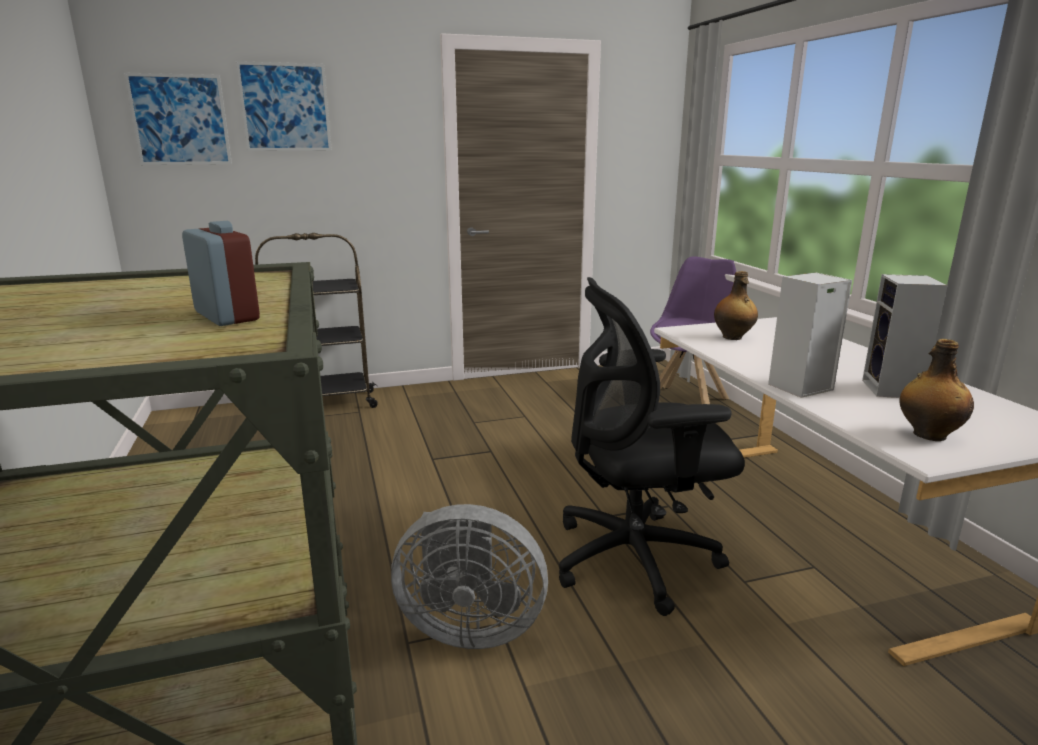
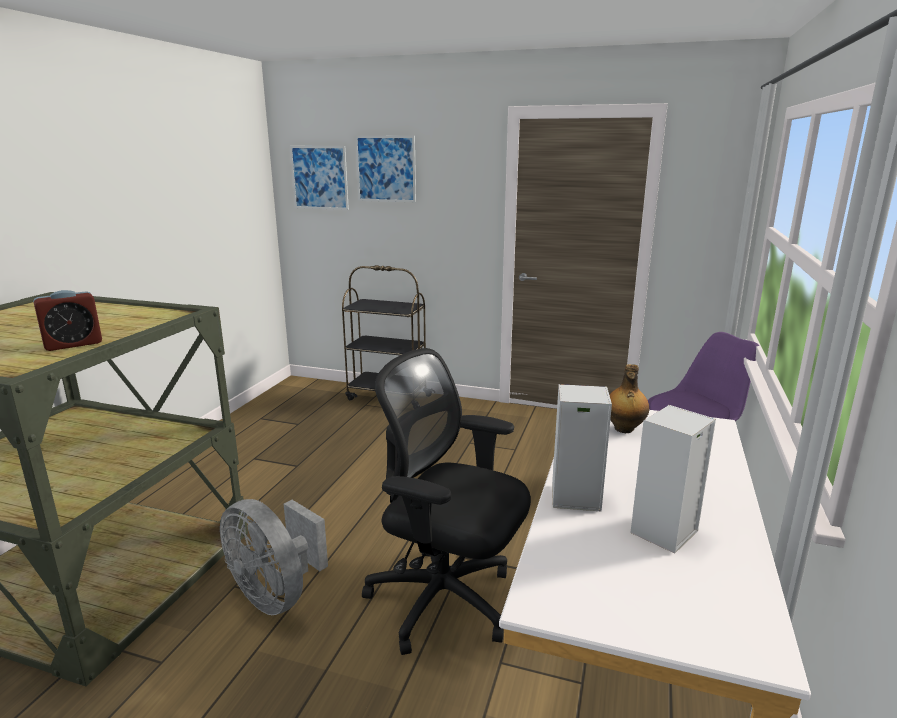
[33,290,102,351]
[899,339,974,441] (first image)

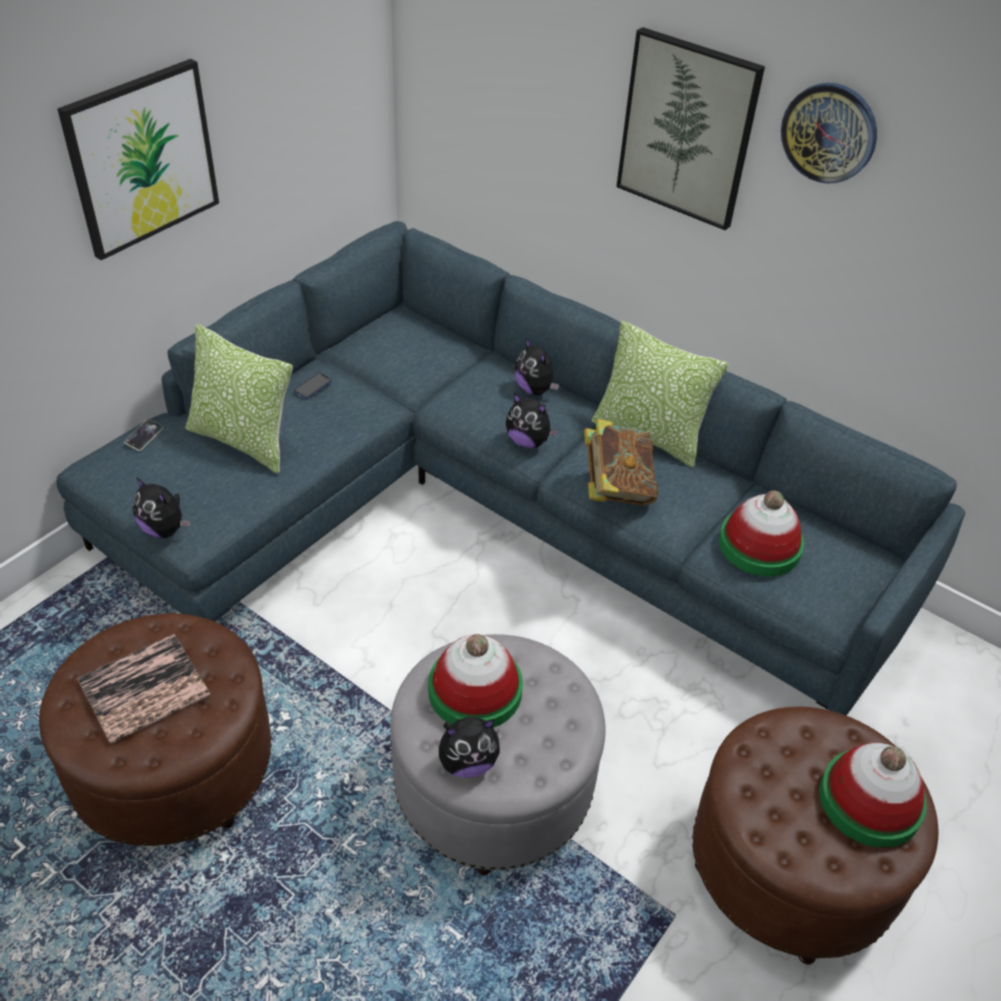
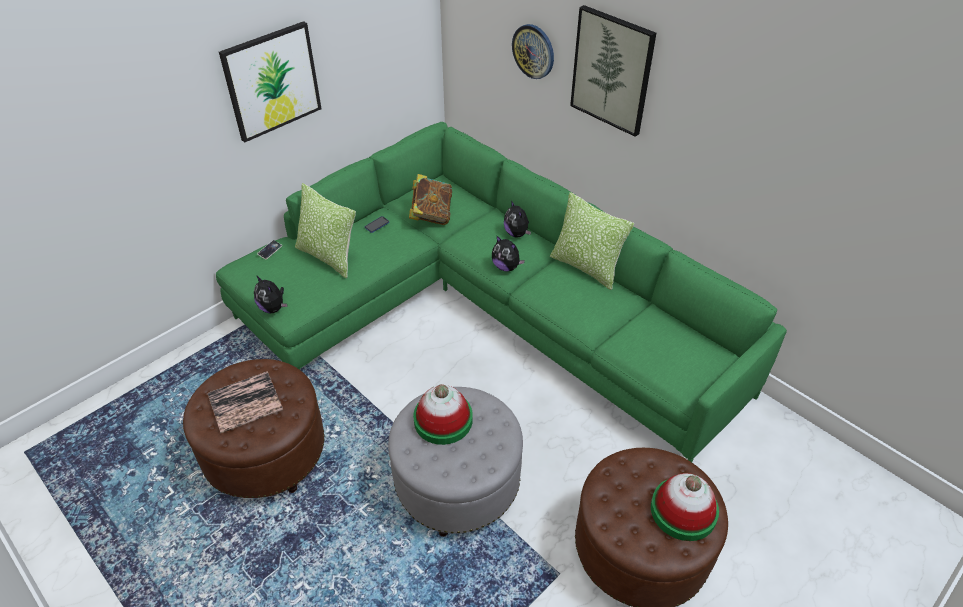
[512,24,554,79]
[216,122,787,462]
[409,174,452,225]
[719,491,804,577] (first image)
[439,717,500,778] (first image)

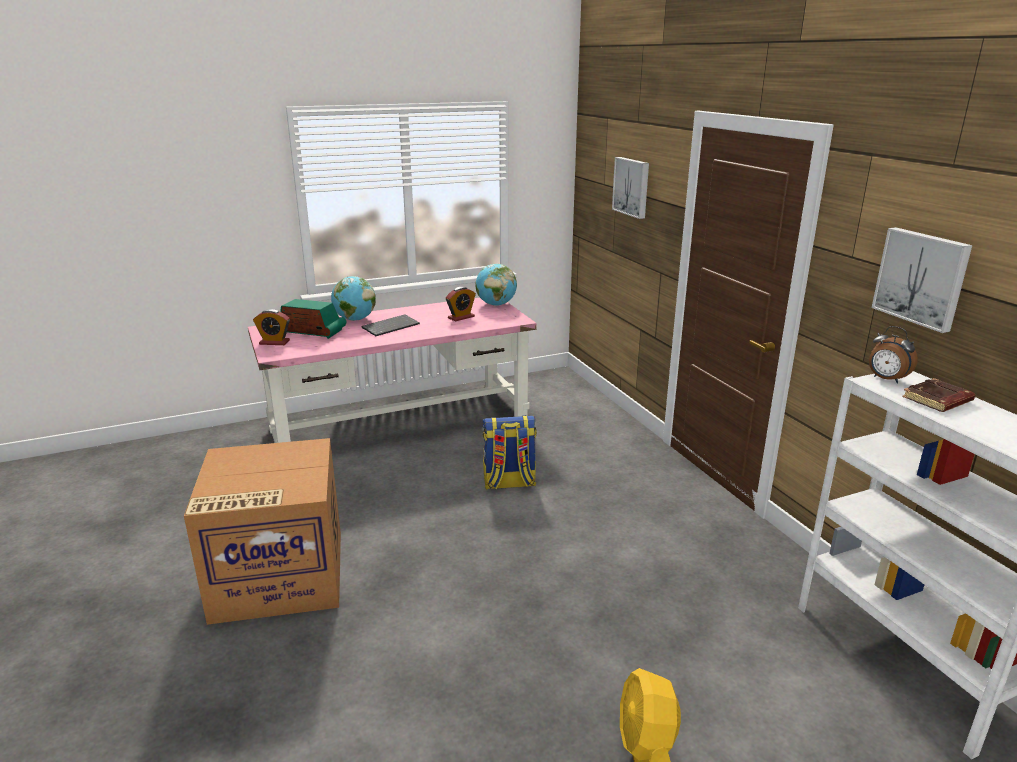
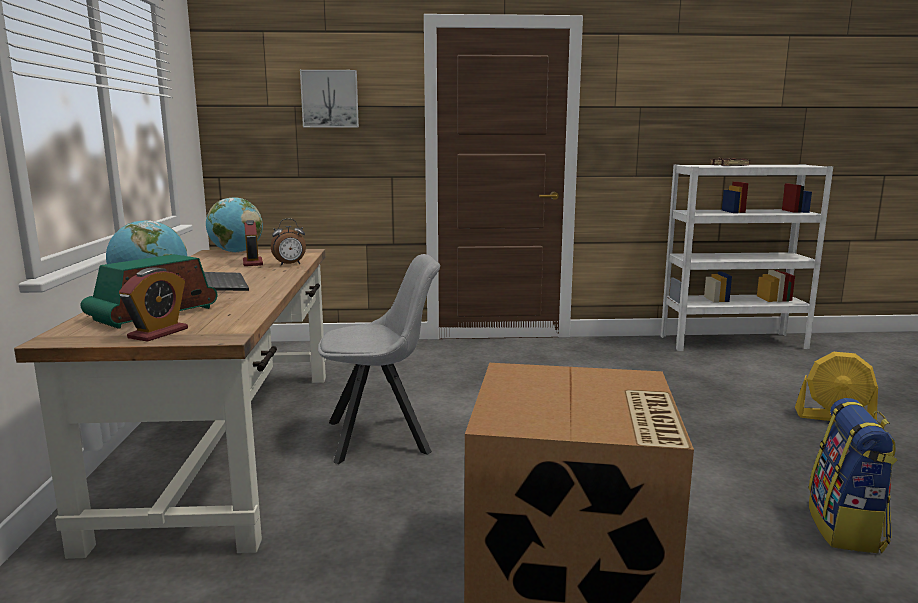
[872,227,972,333] (first image)
[14,249,326,559]
[271,219,306,266]
[809,398,897,553]
[318,254,440,464]

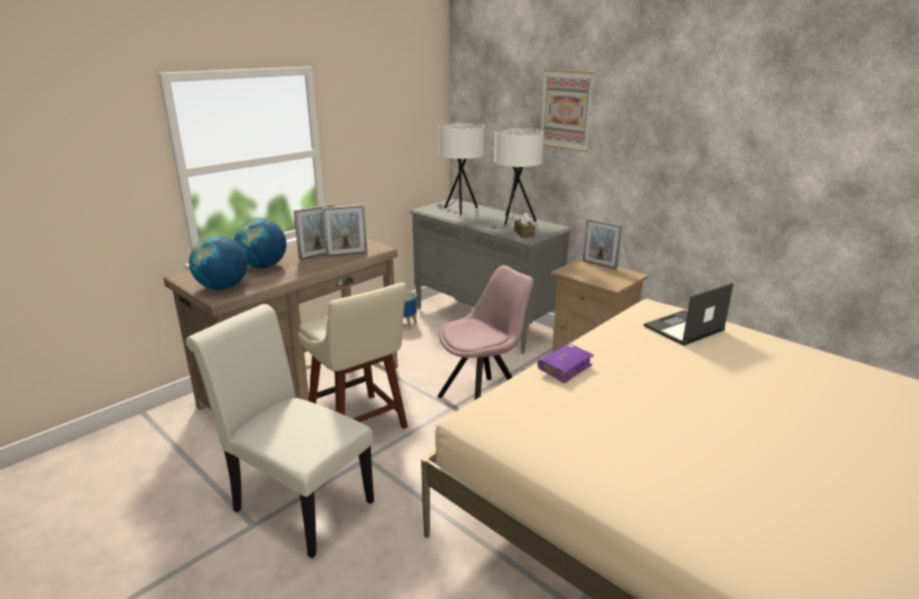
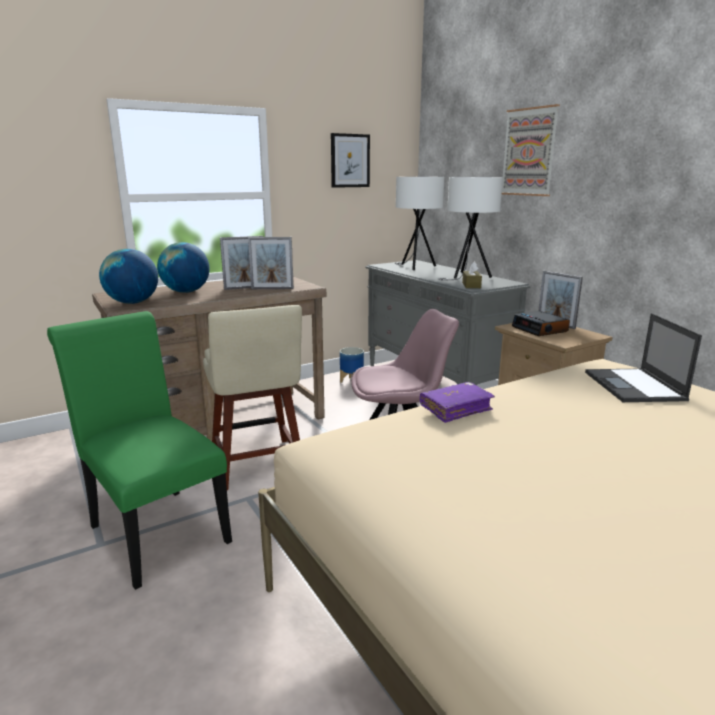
[585,313,702,402]
[47,311,232,590]
[331,133,370,188]
[512,311,570,336]

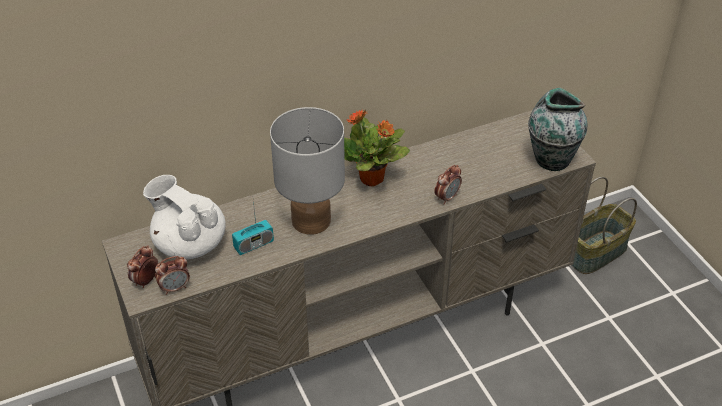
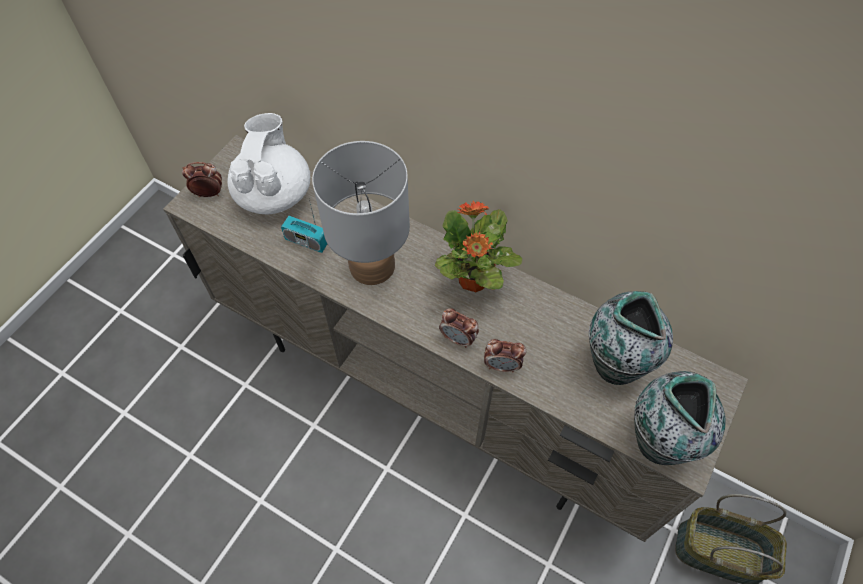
[439,308,479,348]
[589,291,673,385]

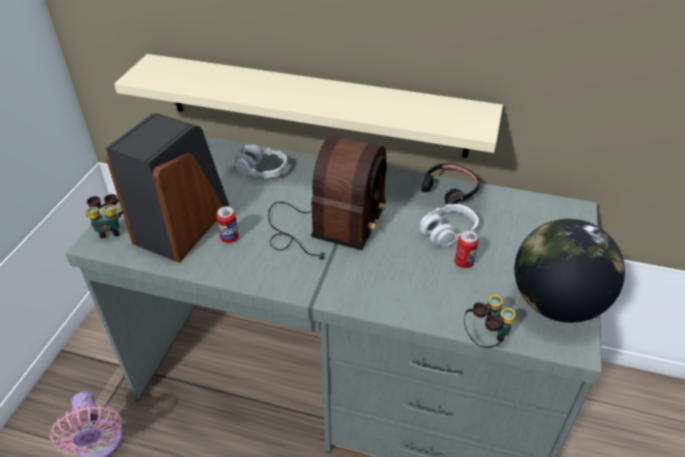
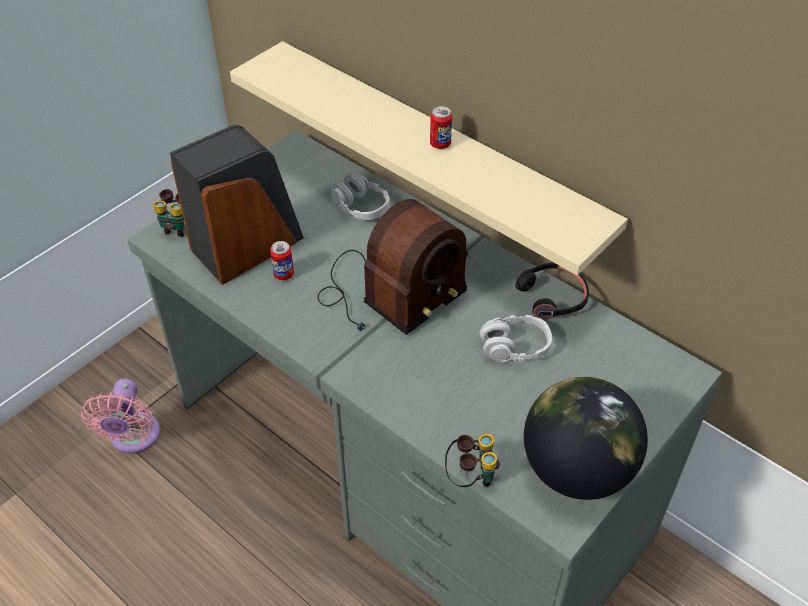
[430,106,452,149]

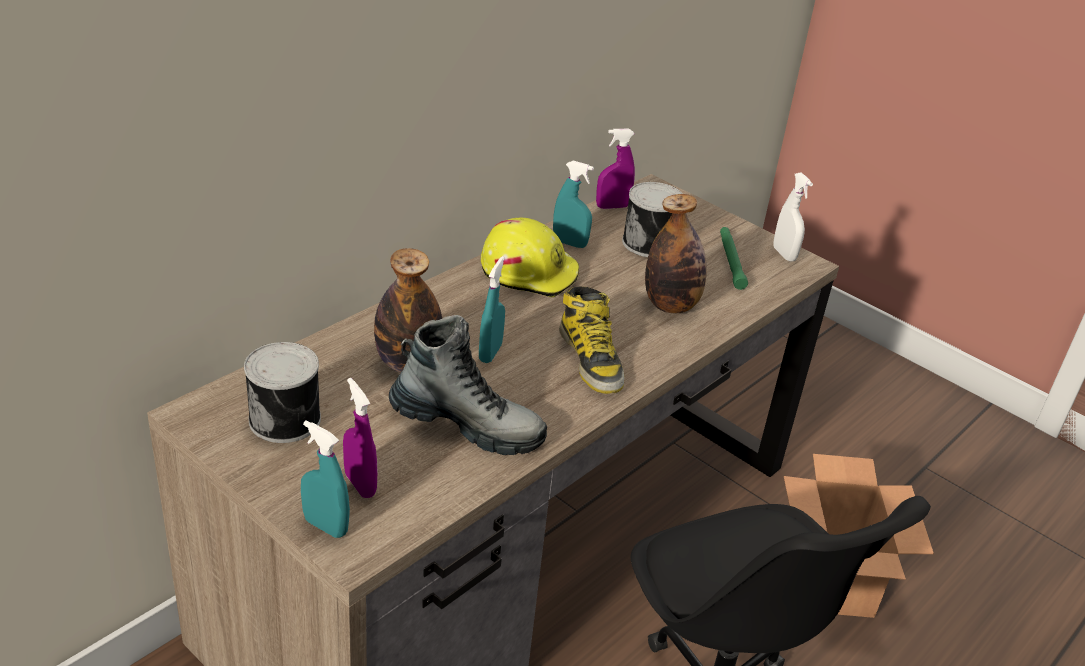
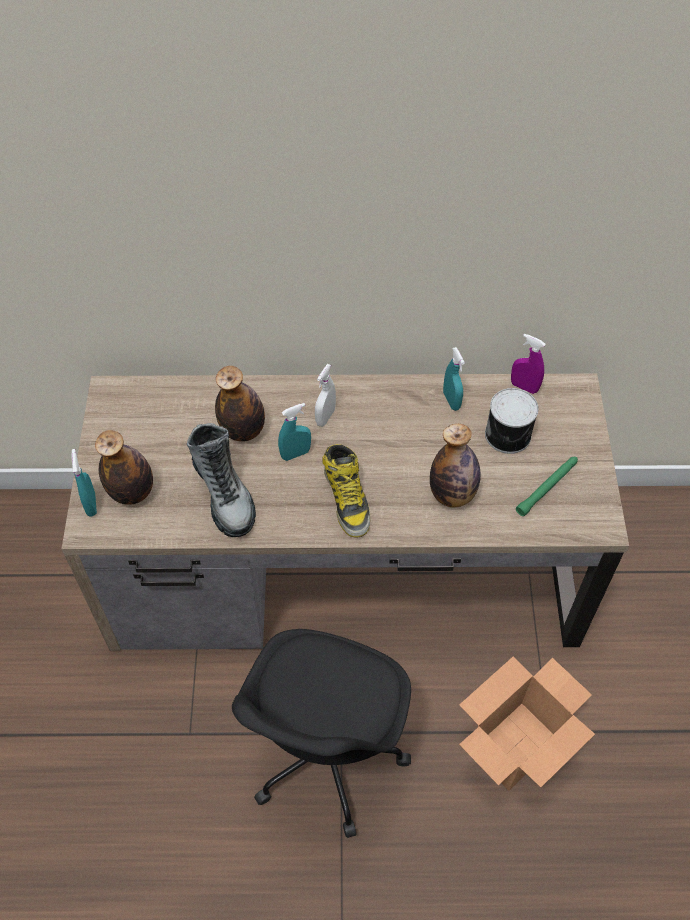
[315,364,336,427]
[481,218,579,297] (first image)
[323,444,370,537]
[244,342,321,443] (first image)
[95,430,153,505]

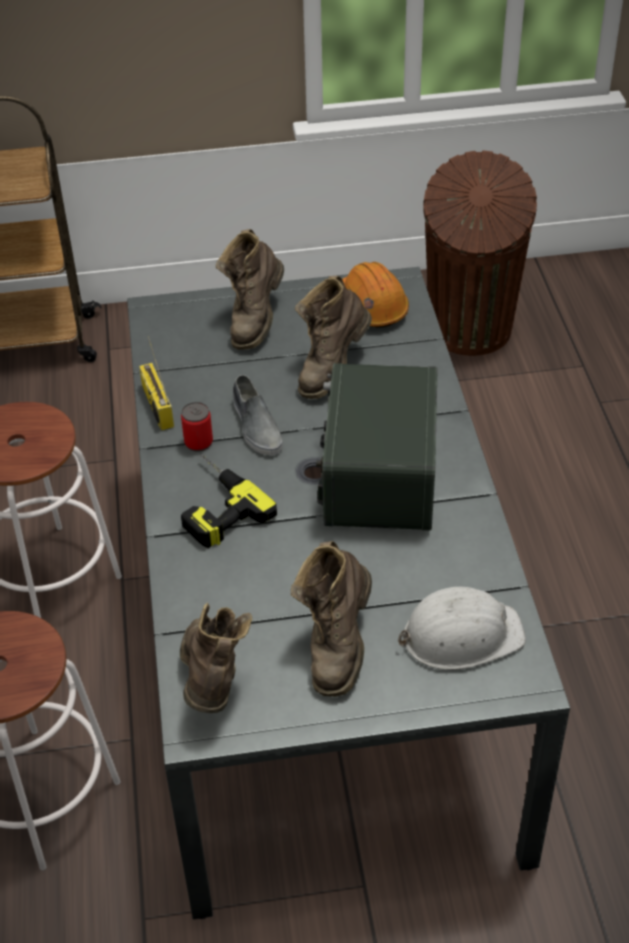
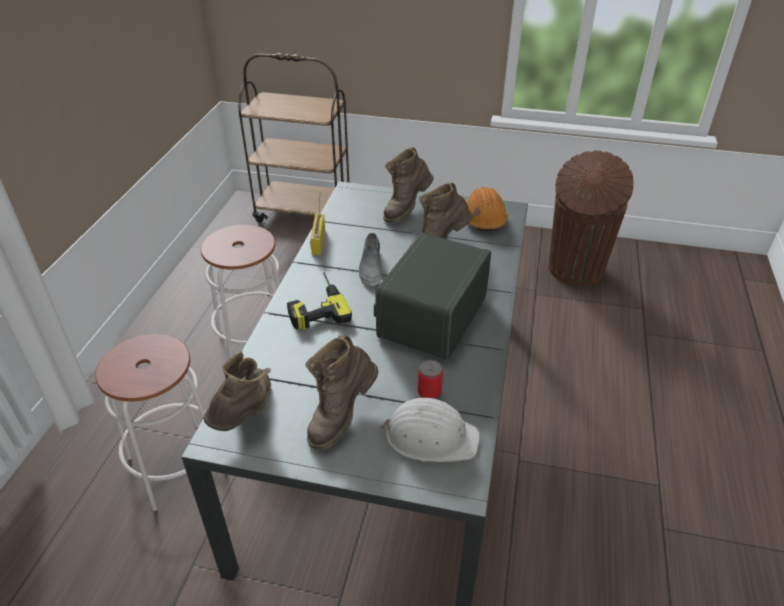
[418,360,443,399]

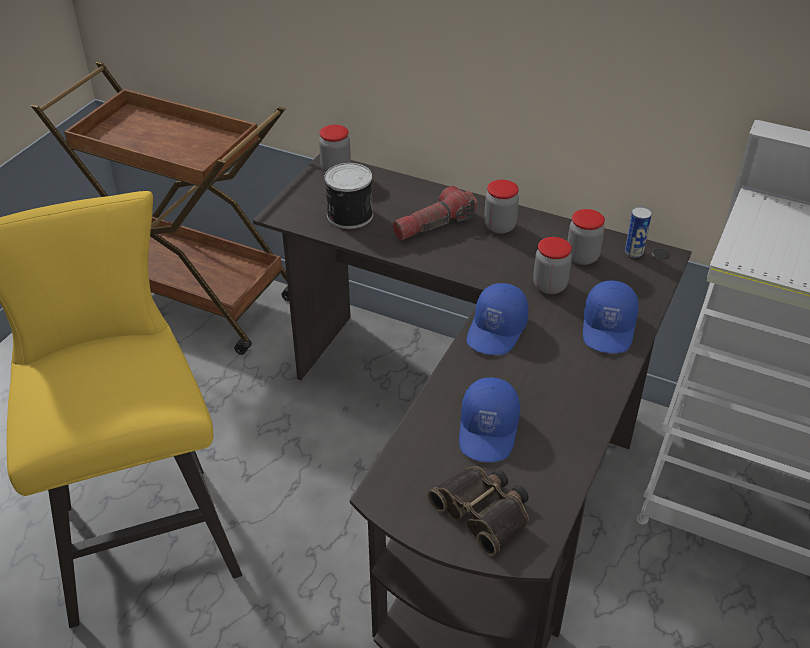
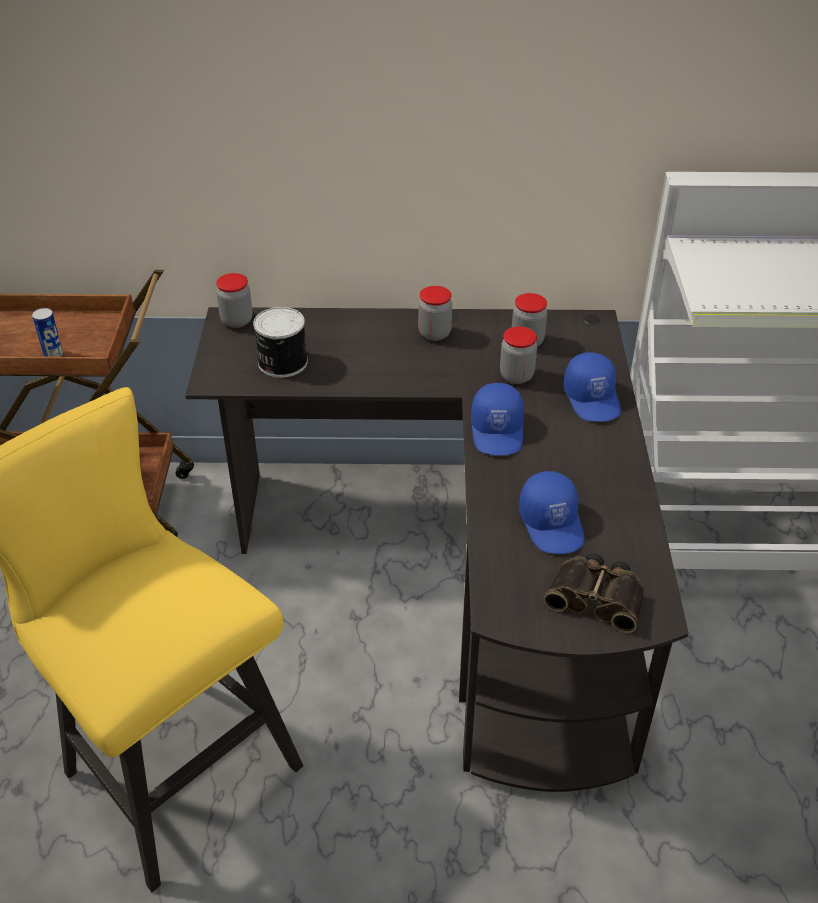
[392,186,477,240] (first image)
[32,308,63,357]

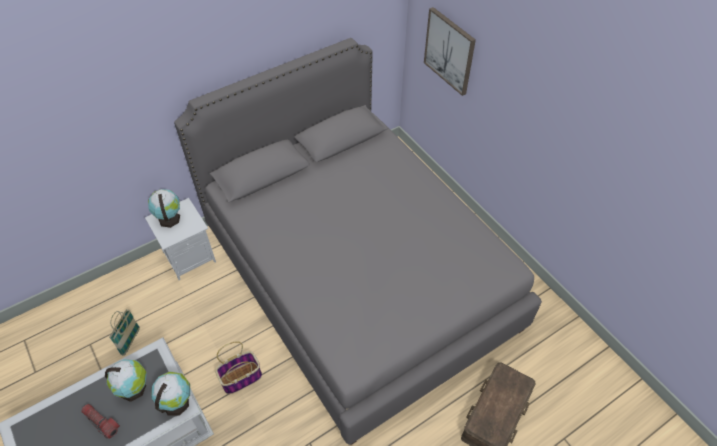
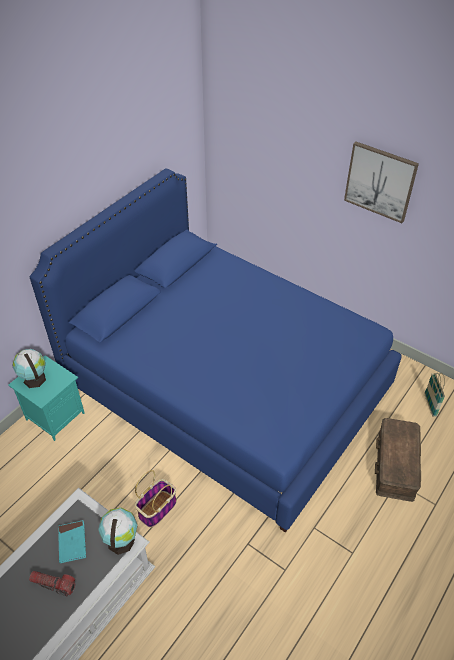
[344,142,419,223]
[30,168,402,533]
[8,356,85,441]
[424,373,445,417]
[58,520,86,563]

